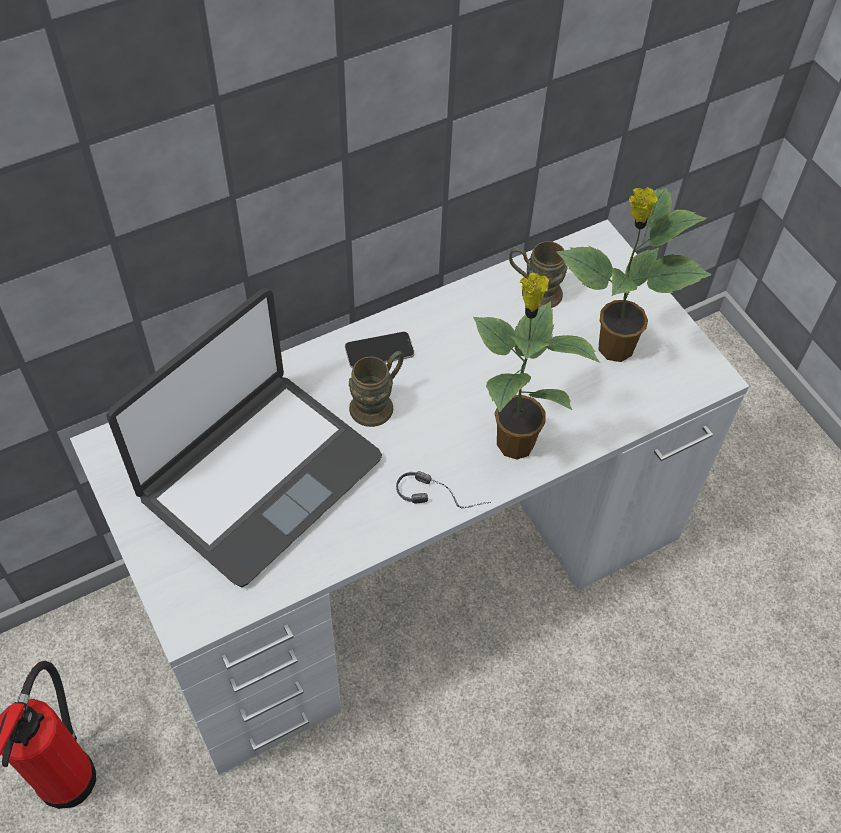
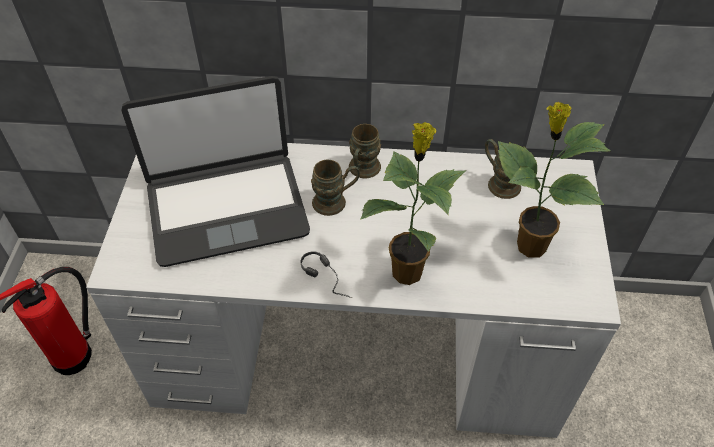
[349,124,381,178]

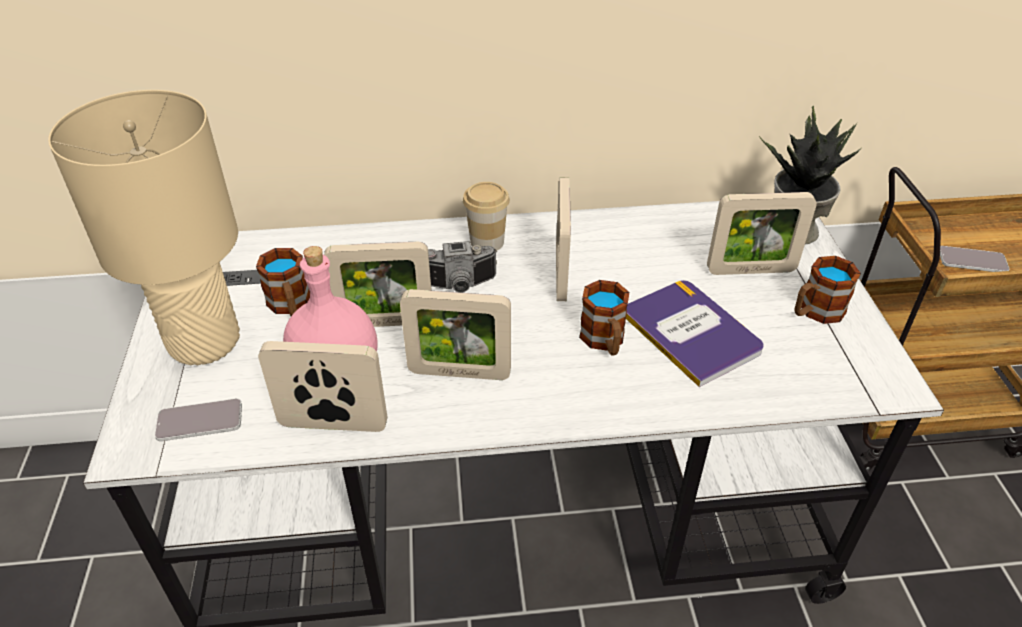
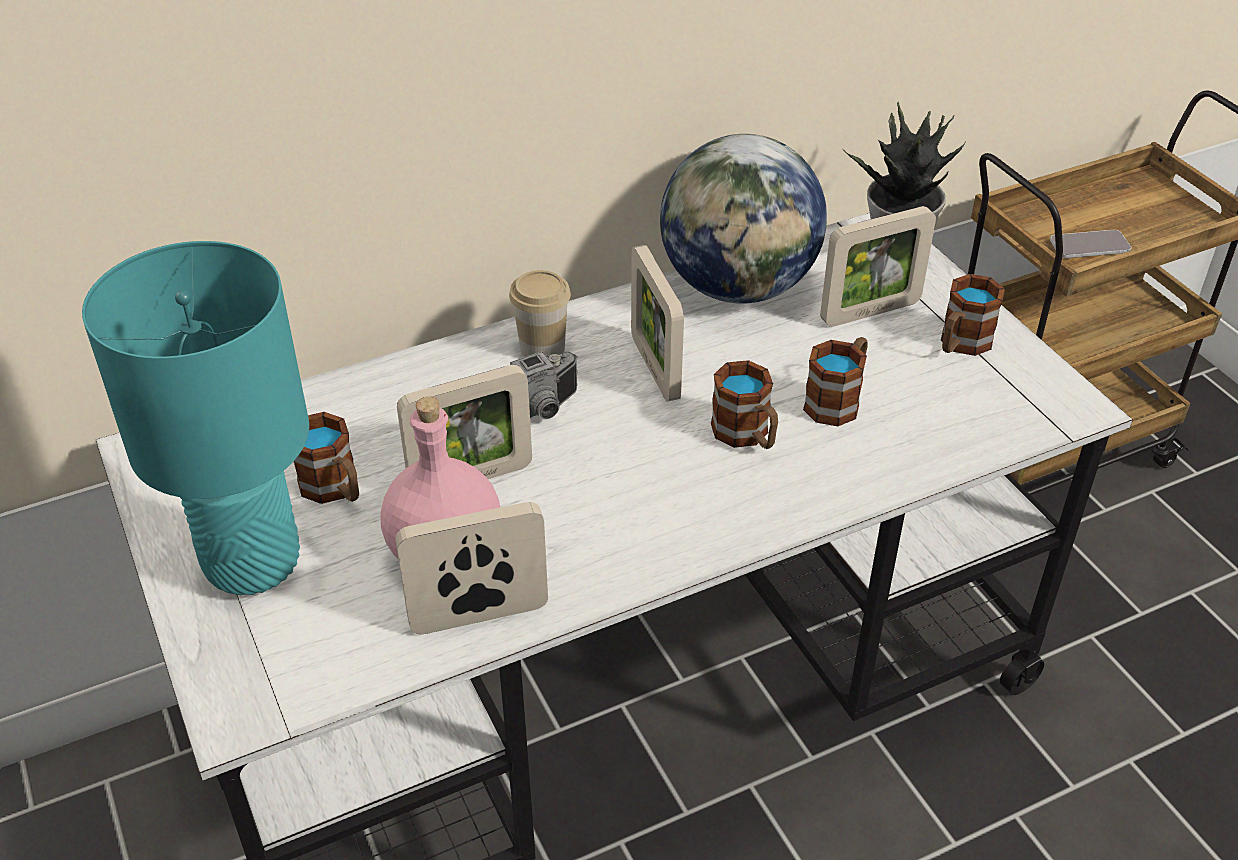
[82,241,309,595]
[803,337,868,426]
[400,289,511,380] (first image)
[155,398,242,441] (first image)
[660,134,827,304]

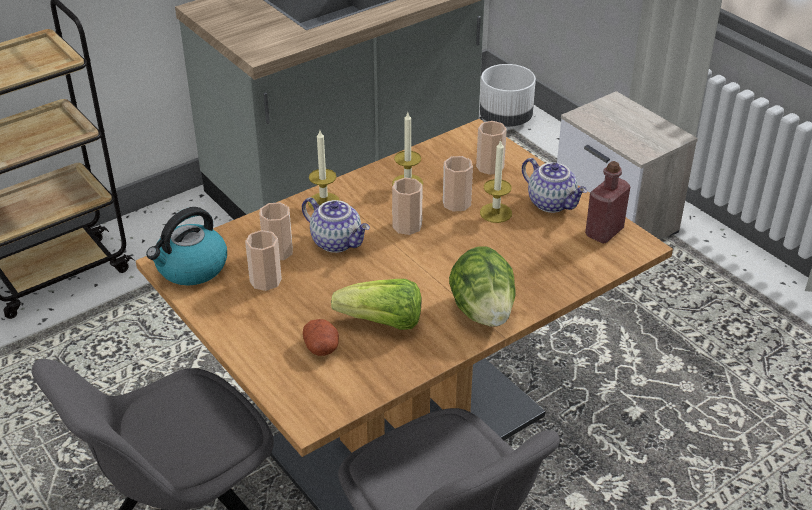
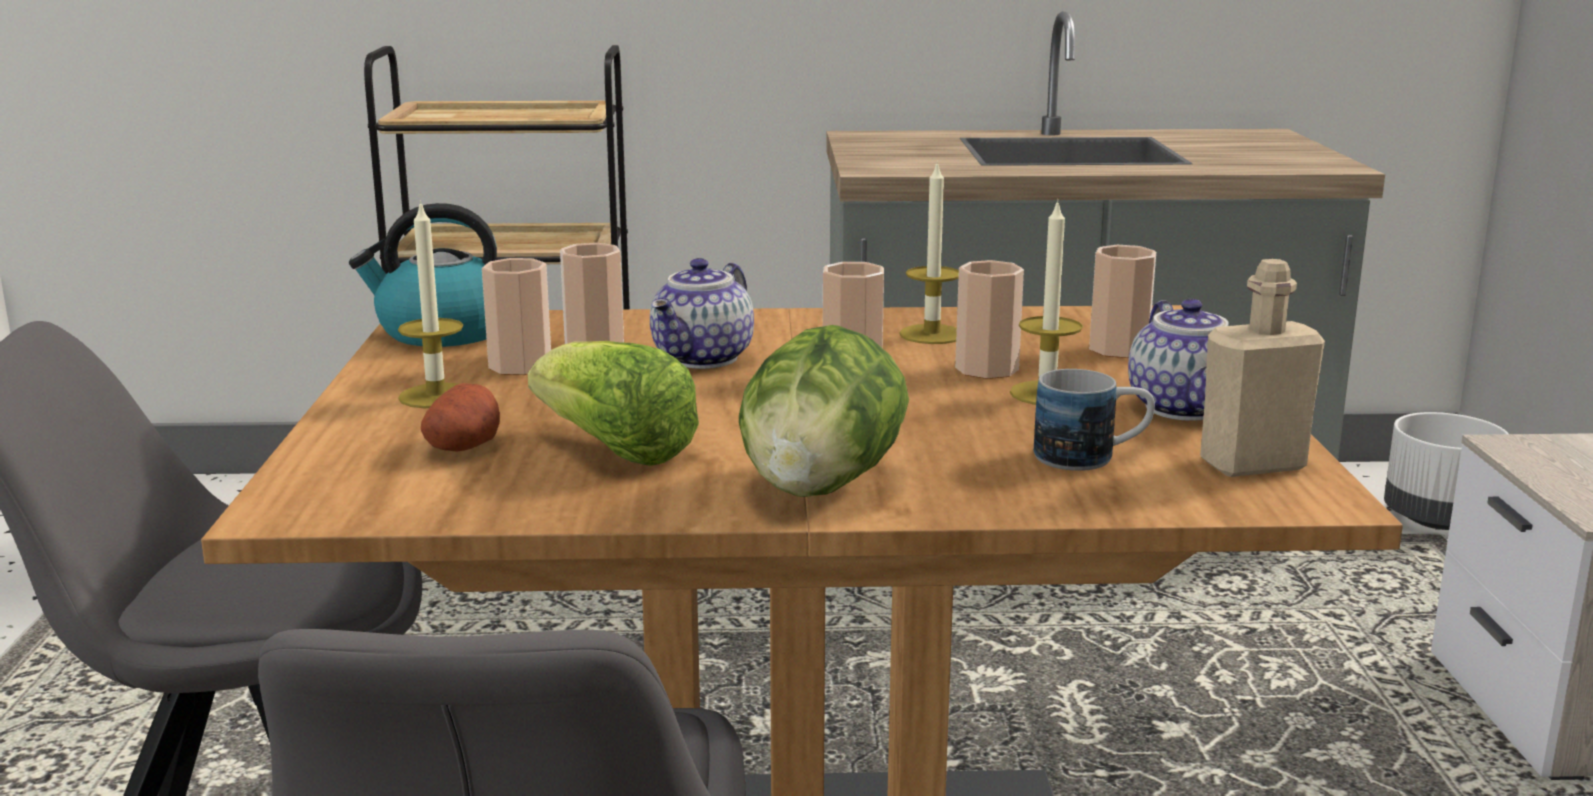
[398,200,463,408]
[1200,259,1325,477]
[650,258,754,369]
[1034,369,1155,471]

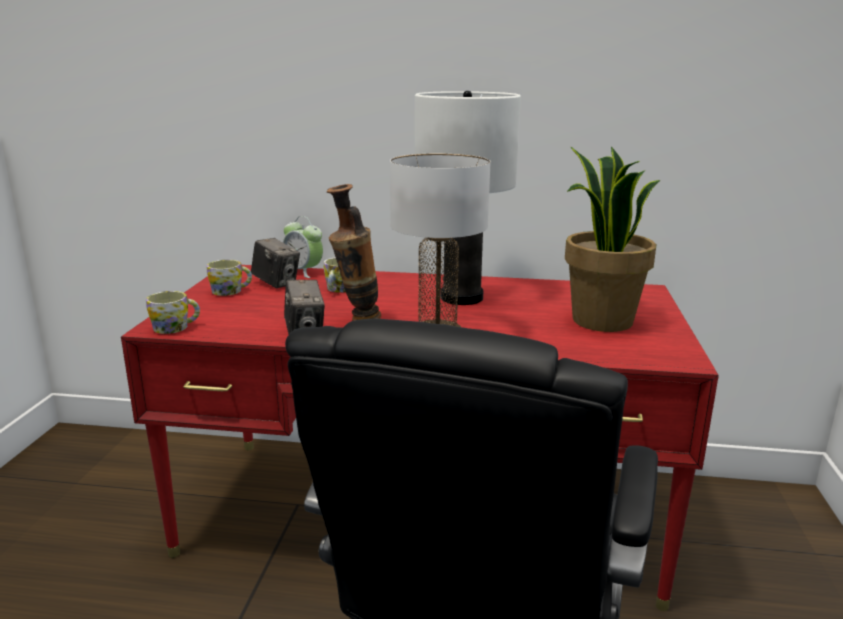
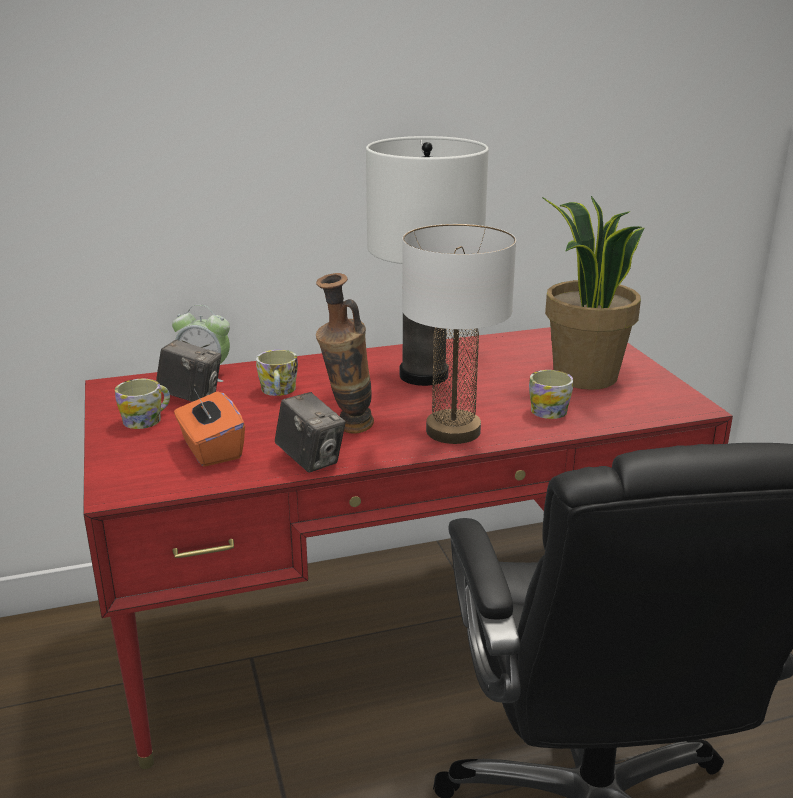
[529,370,573,419]
[174,389,245,467]

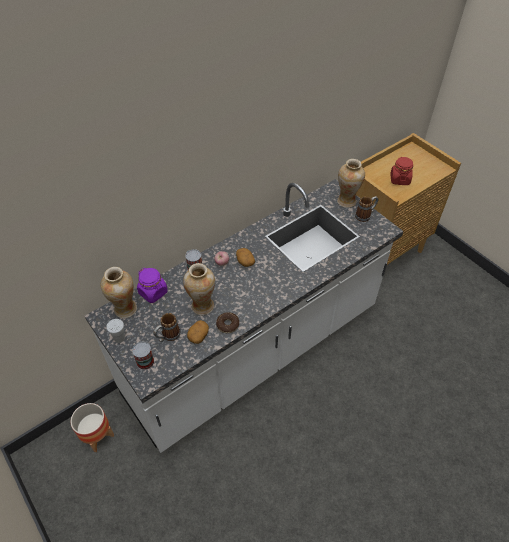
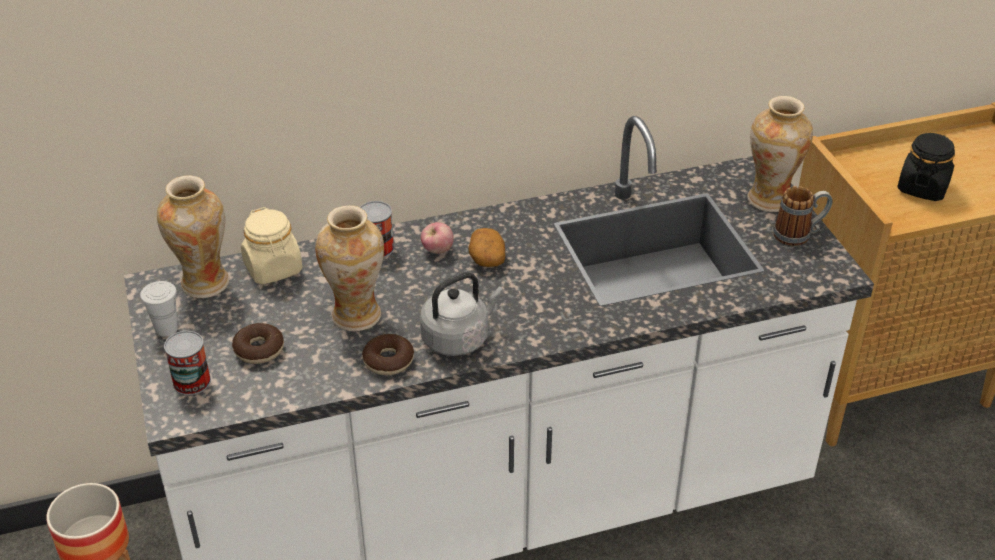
[897,133,955,201]
[241,207,303,284]
[232,323,284,364]
[187,320,209,344] (first image)
[420,272,503,356]

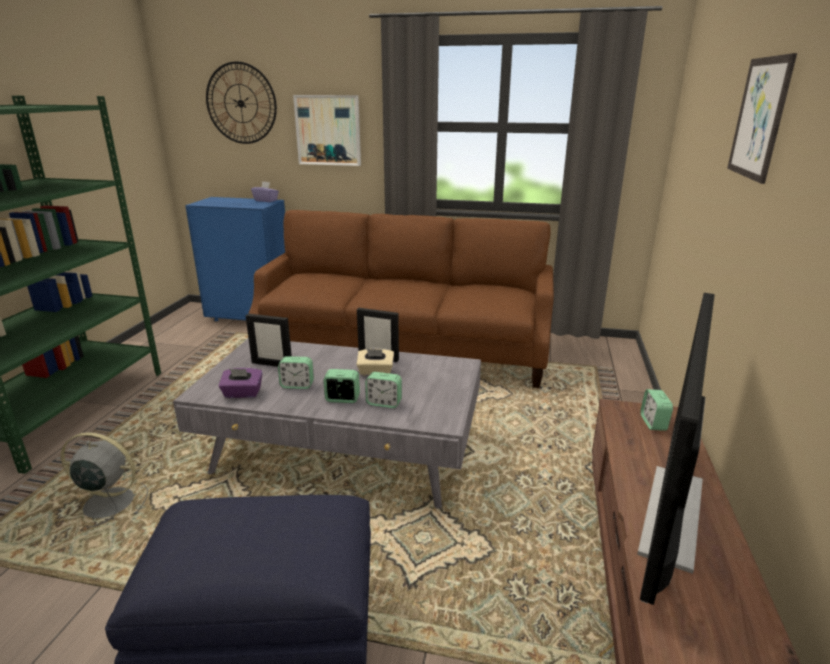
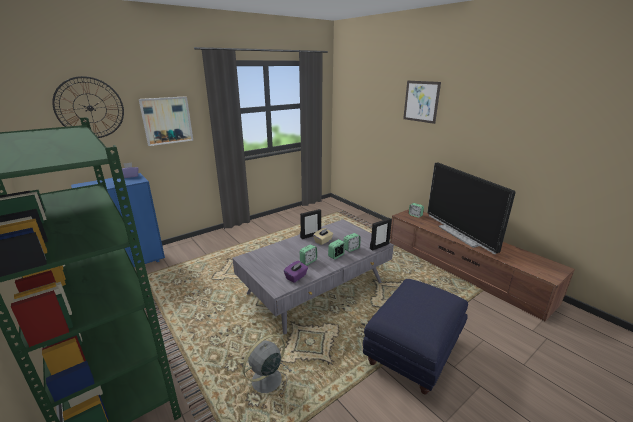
[248,210,554,388] (first image)
[370,218,392,251]

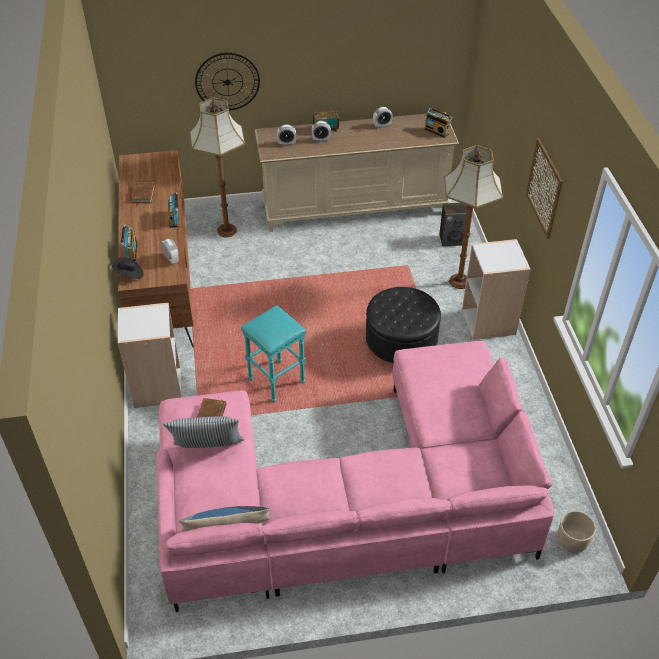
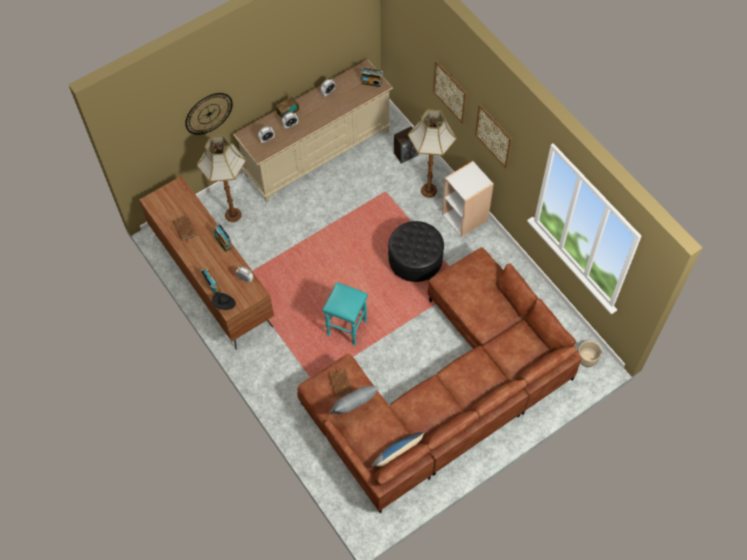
[118,303,182,408] (first image)
[297,247,582,513]
[433,60,467,124]

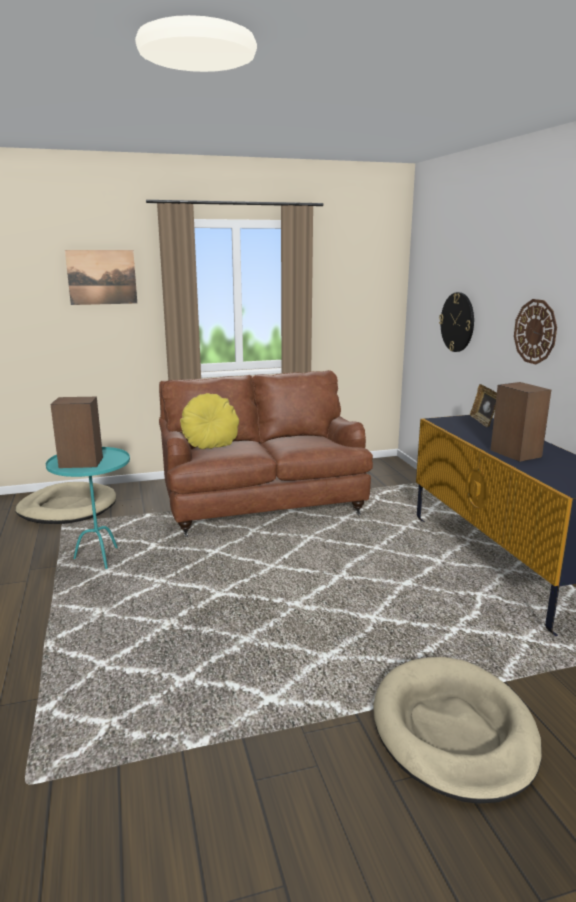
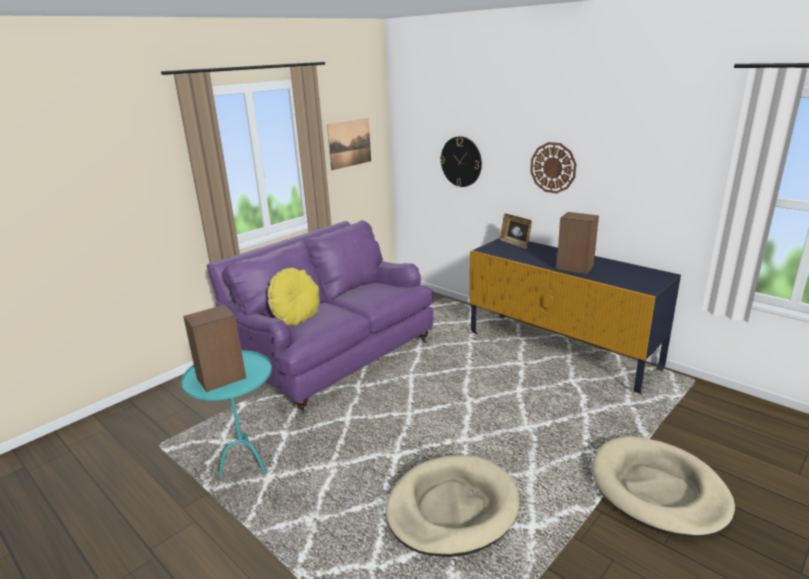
[327,118,371,170]
[207,220,433,414]
[385,455,520,557]

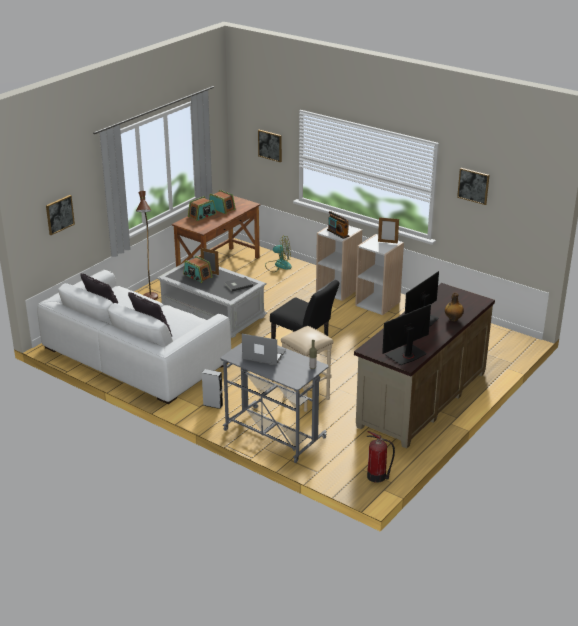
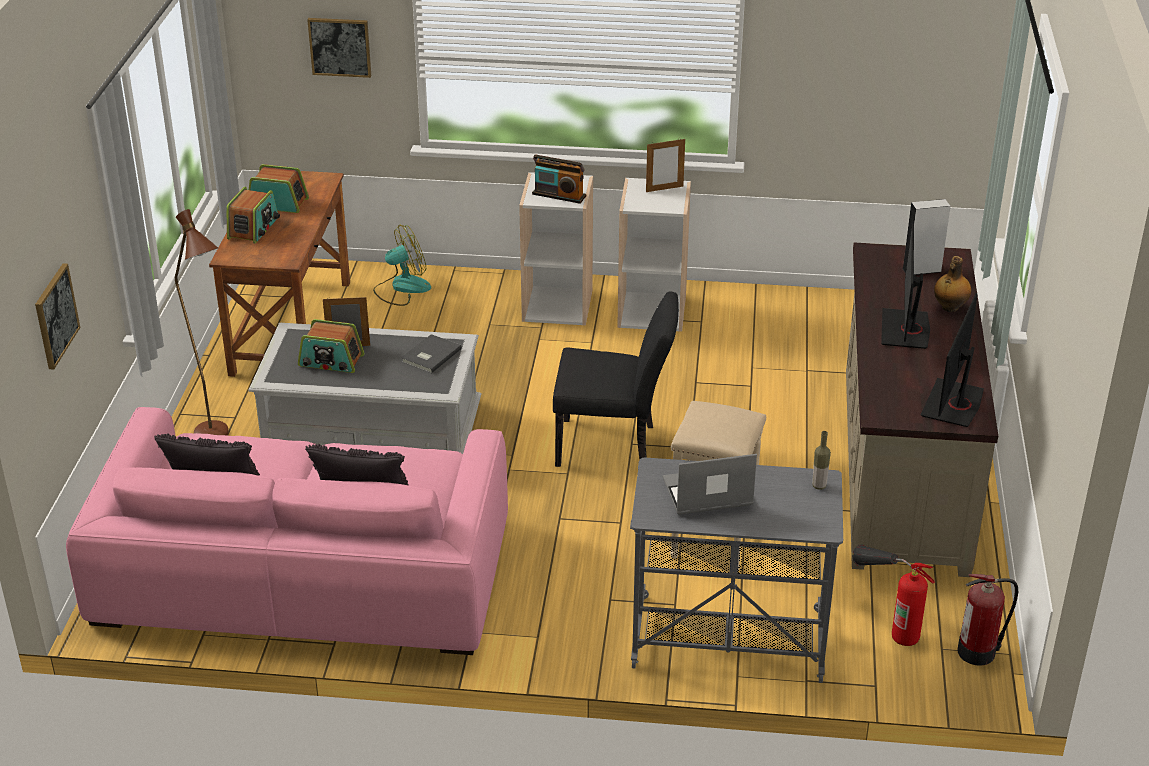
[457,168,490,205] (first image)
[66,407,508,655]
[902,199,950,275]
[852,545,935,646]

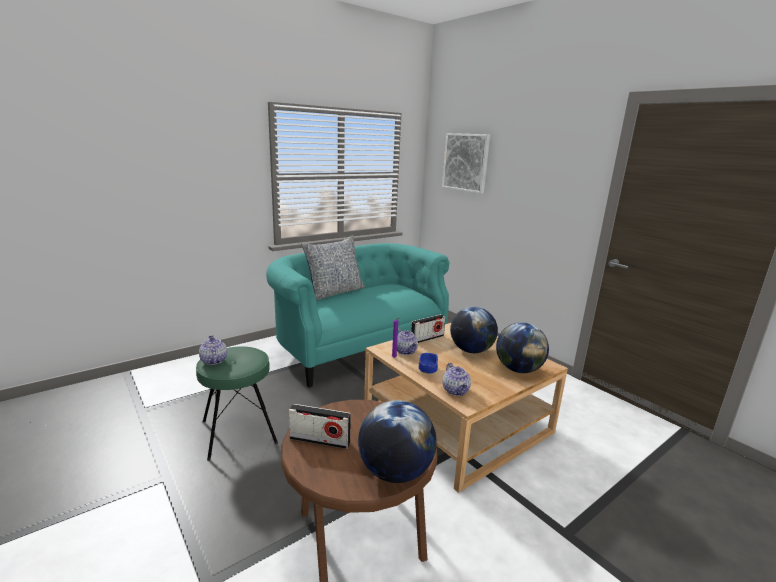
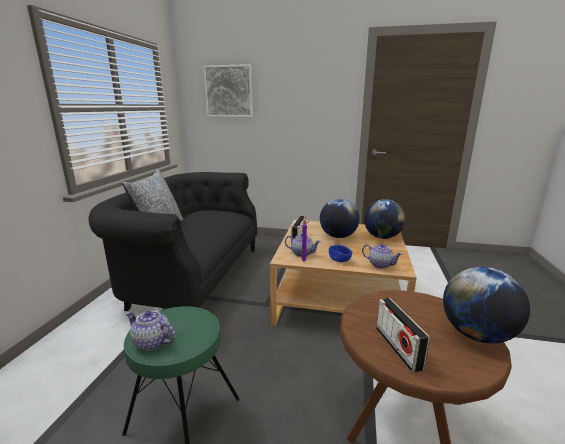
[89,172,257,311]
[376,298,430,372]

